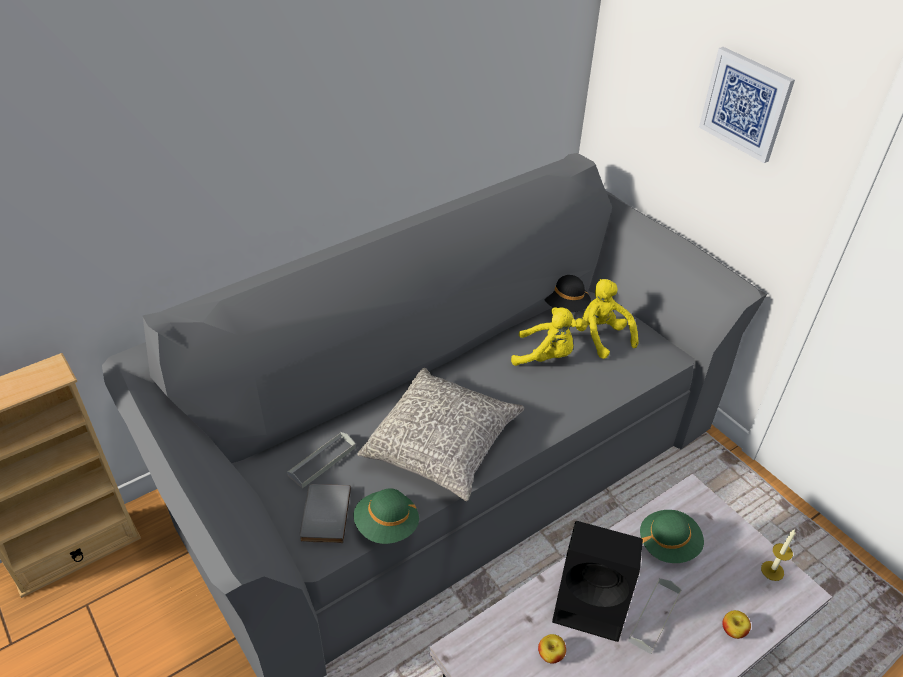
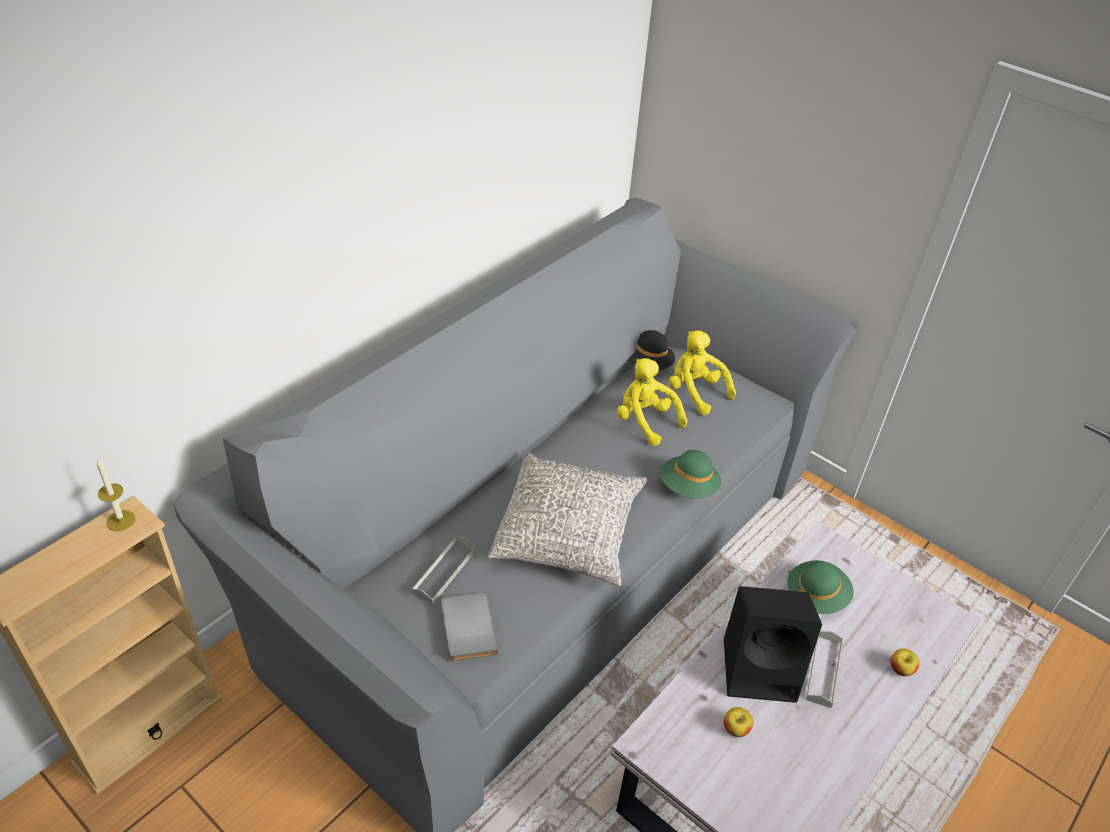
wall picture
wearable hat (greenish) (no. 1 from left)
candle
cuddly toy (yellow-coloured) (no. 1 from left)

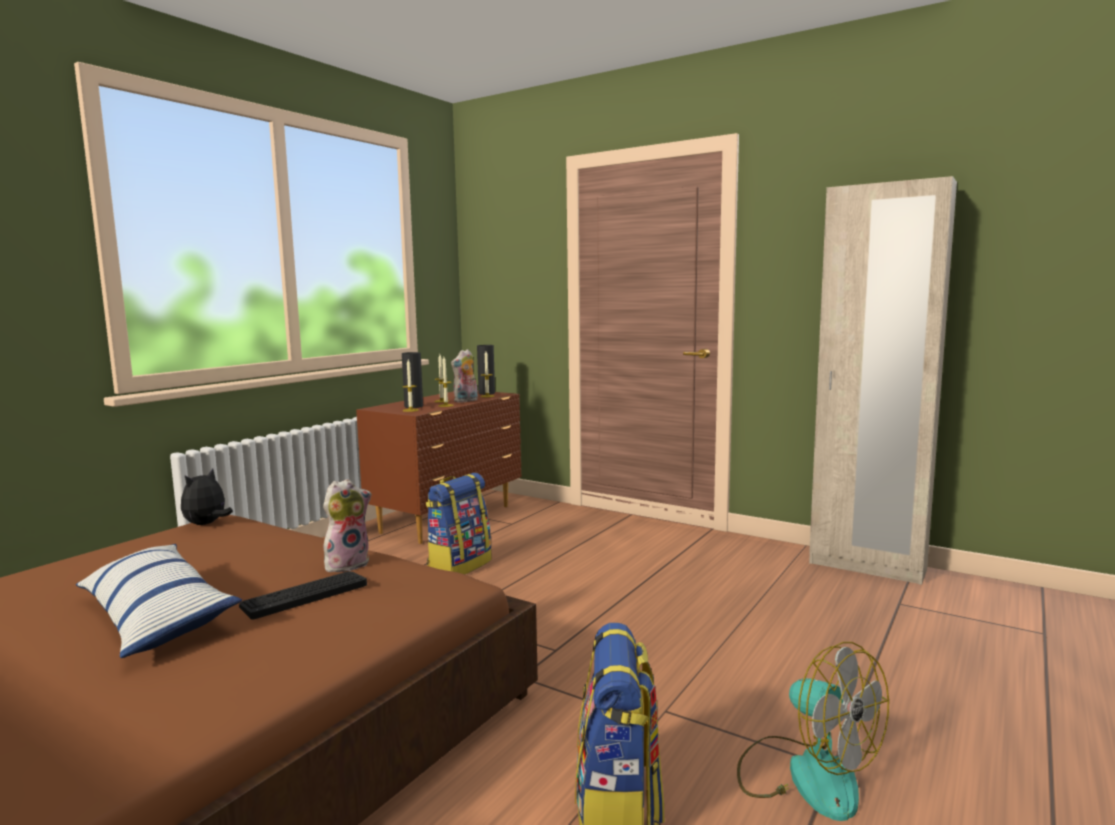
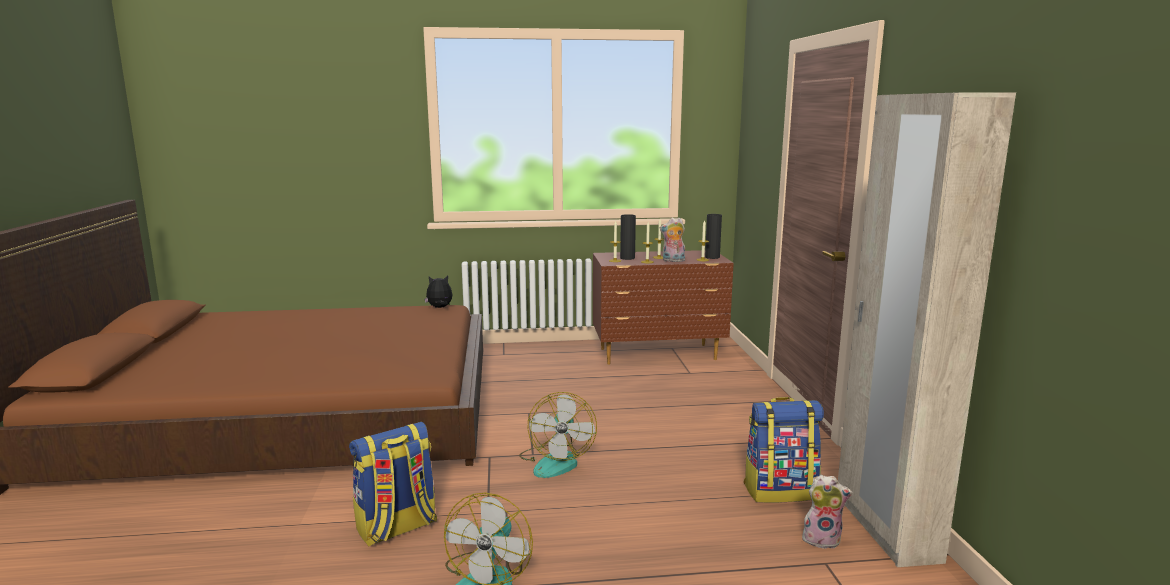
throw pillow
PC keyboard
cooling fan (no. 2 from left)
cuddly toy (no. 3 from left)
rucksack (no. 2 from left)

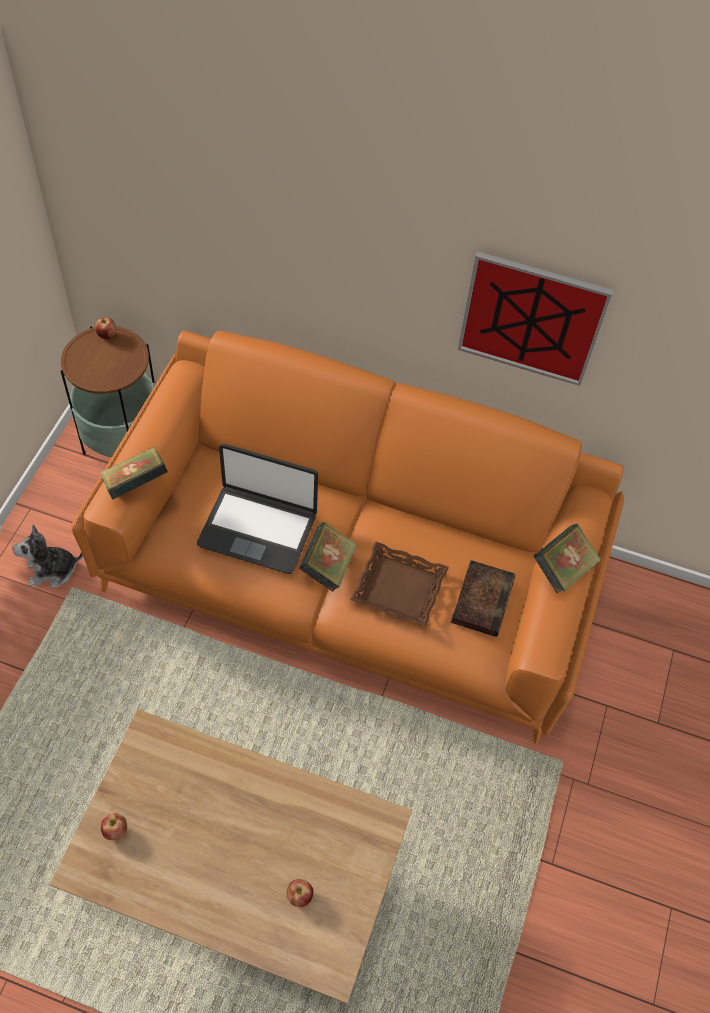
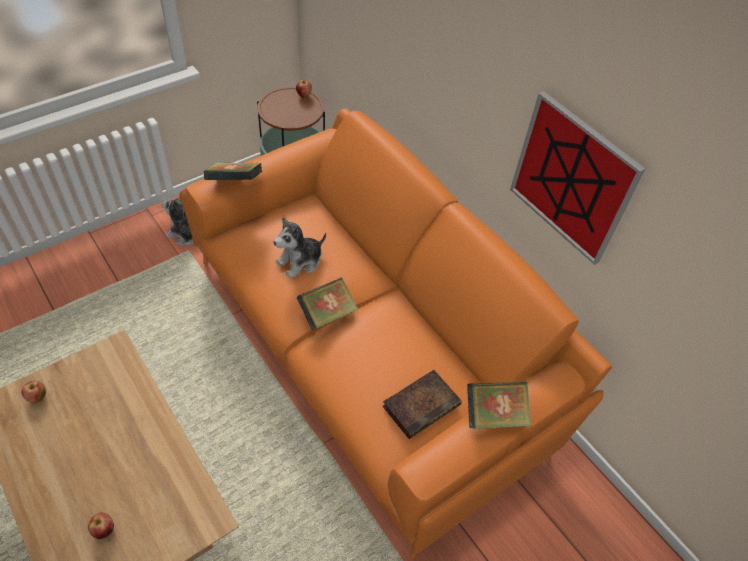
serving tray (brown-coloured)
cuddly toy (no. 2 from left)

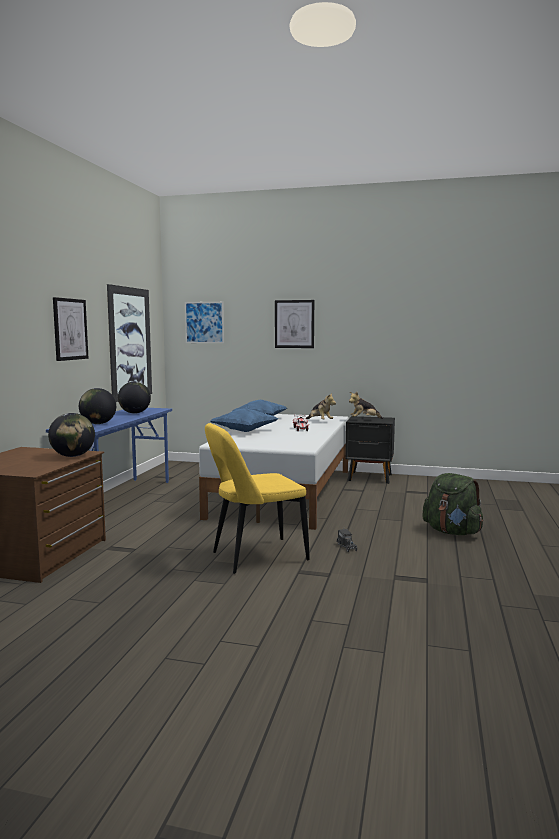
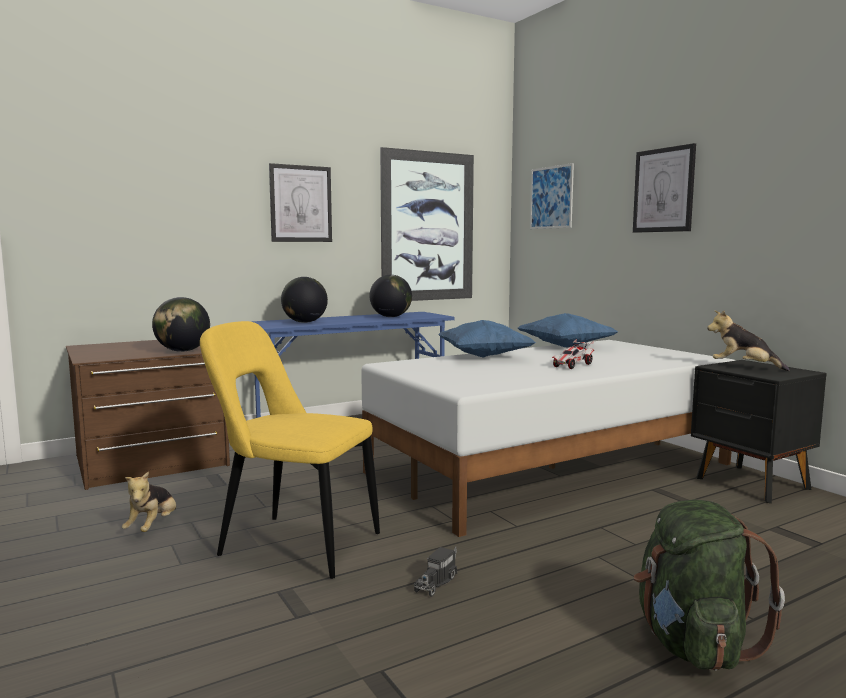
cuddly toy (no. 1 from left)

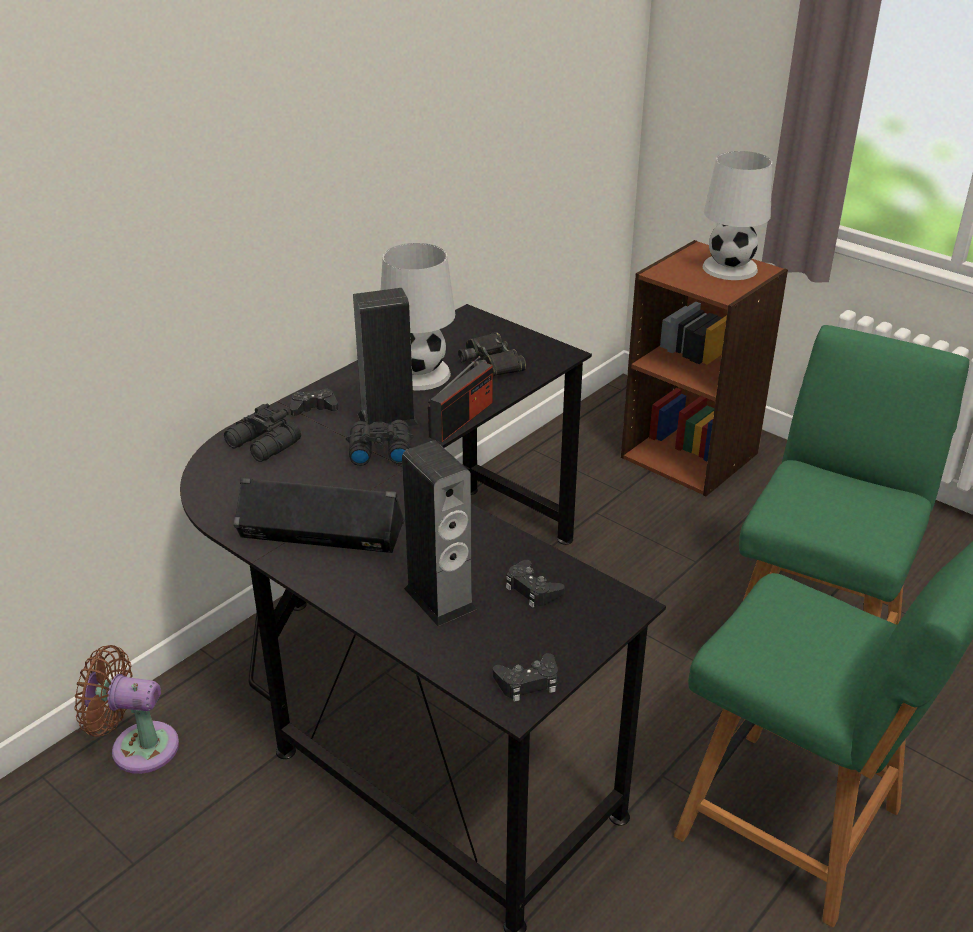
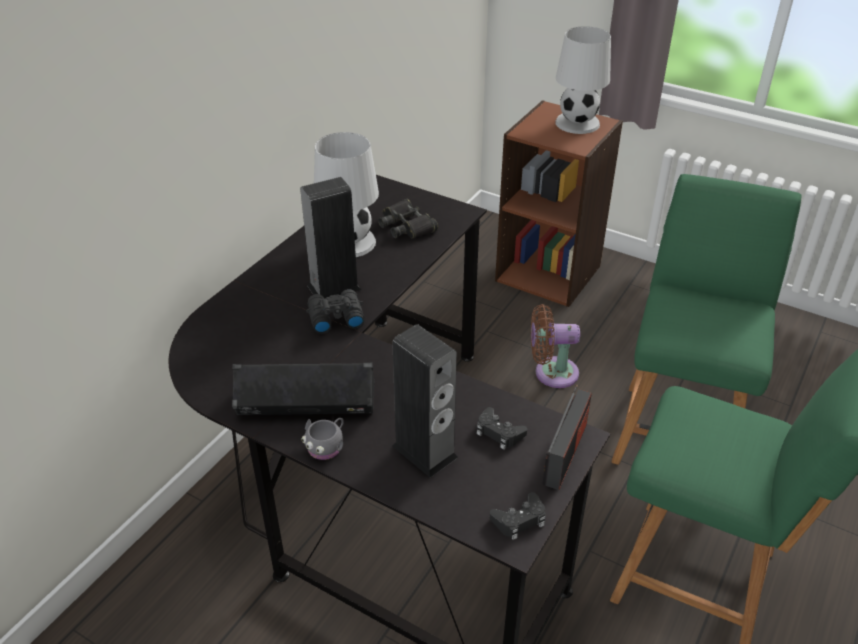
binoculars (blackish) (no. 1 from left in the first image)
game controller (blackish) (no. 1 from left in the first image)
tea mug (greyish)
cooling fan (brown-coloured)
radio

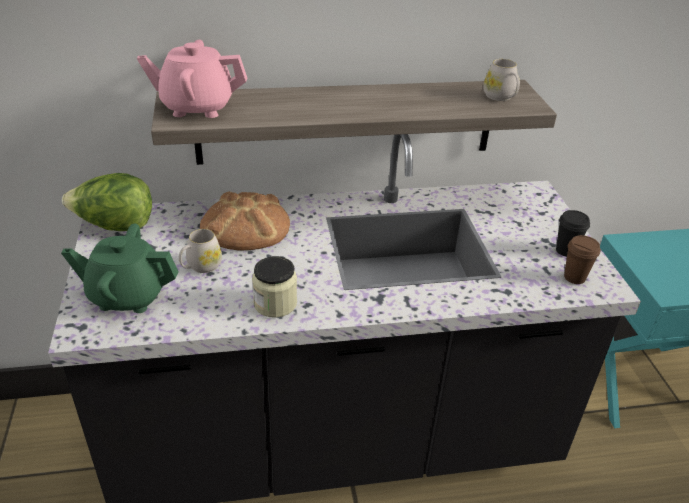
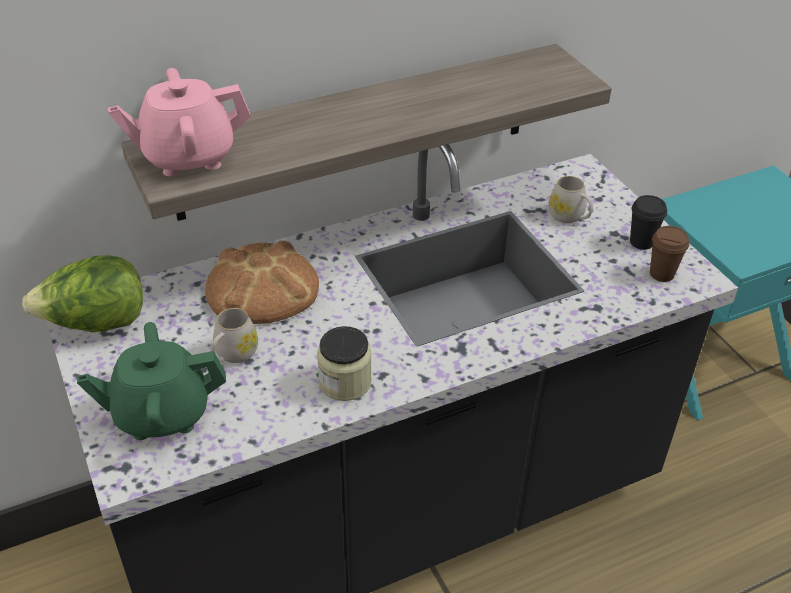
tea mug (whitish) (no. 2 from left)

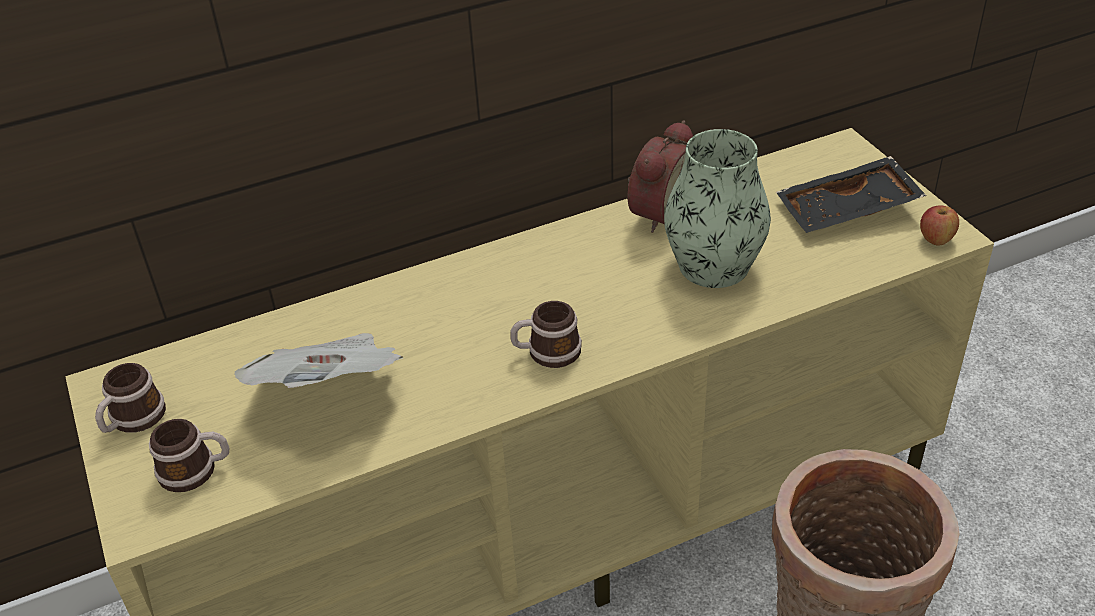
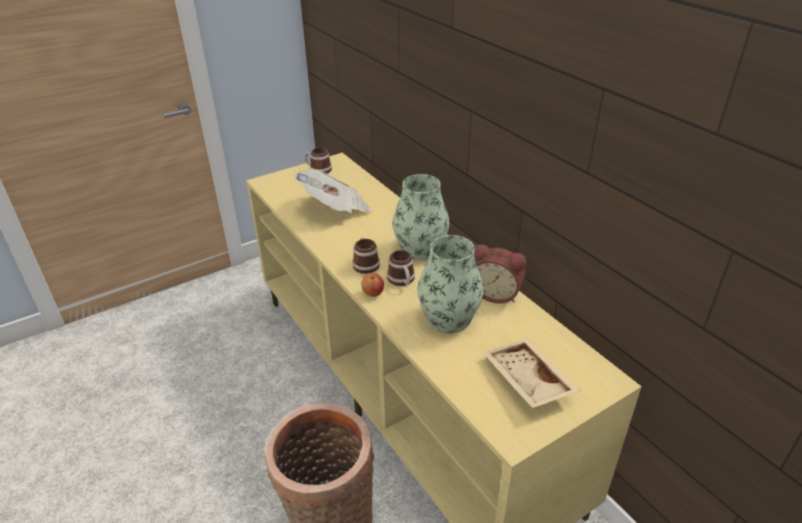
decorative vase (no. 1 from left)
tea mug (no. 3 from left)
whole apple
serving tray (beige-coloured)

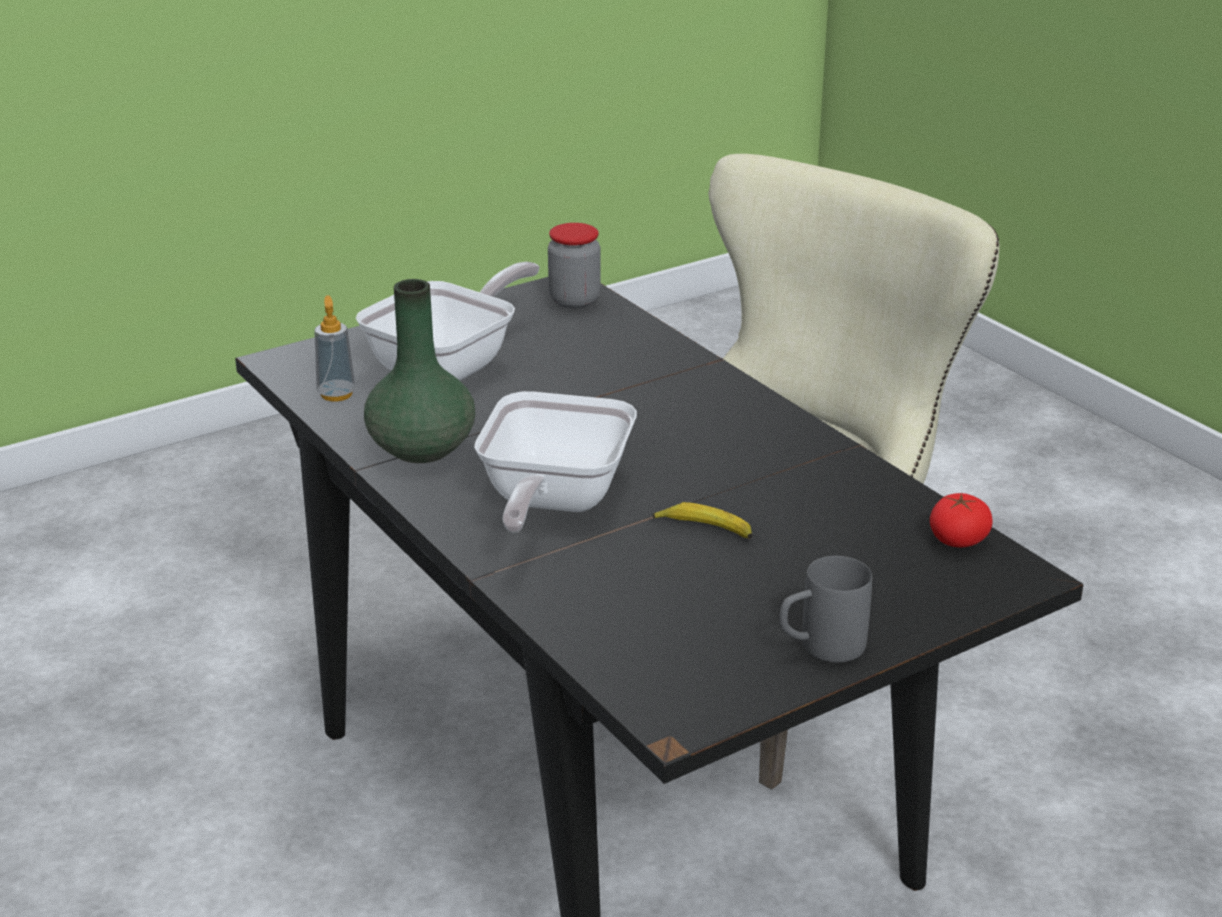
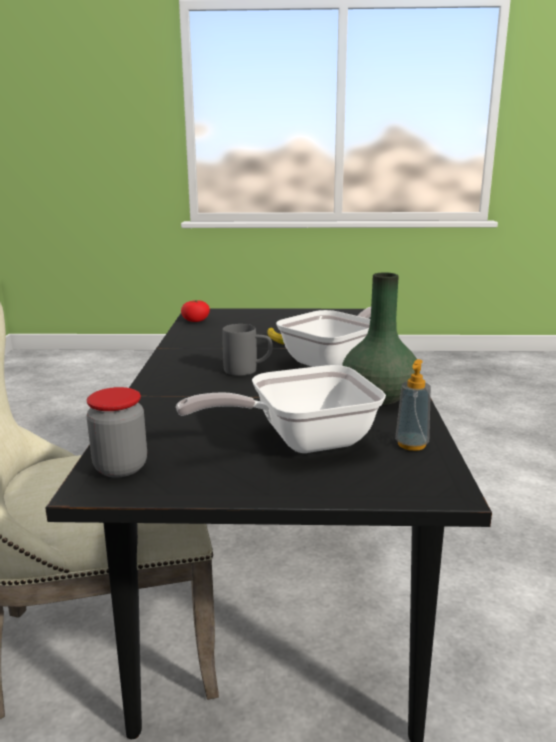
tea mug (greyish)

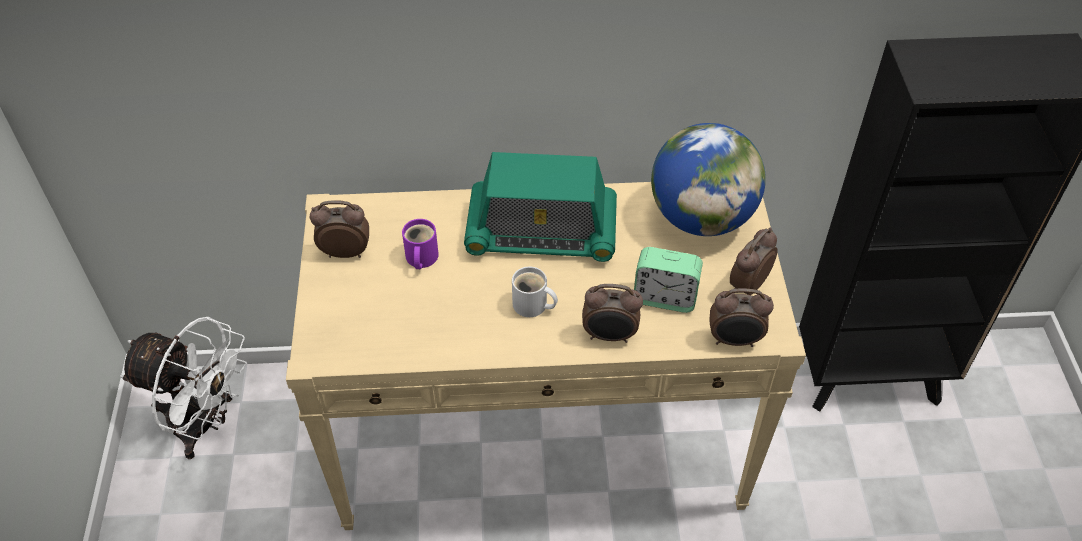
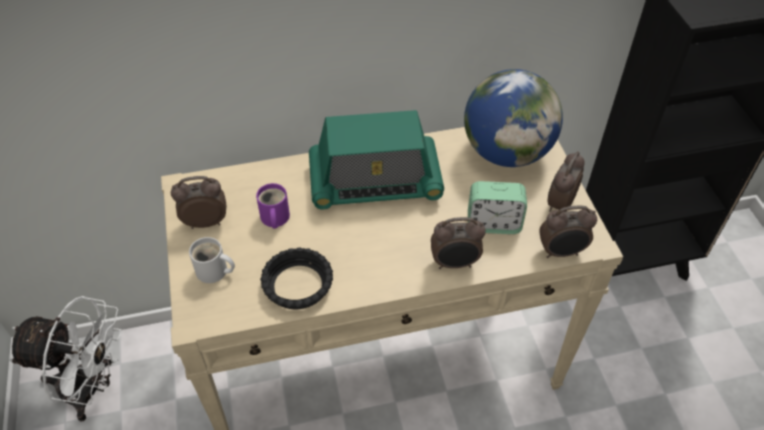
deep dish (blackish)
tea mug (whitish)

